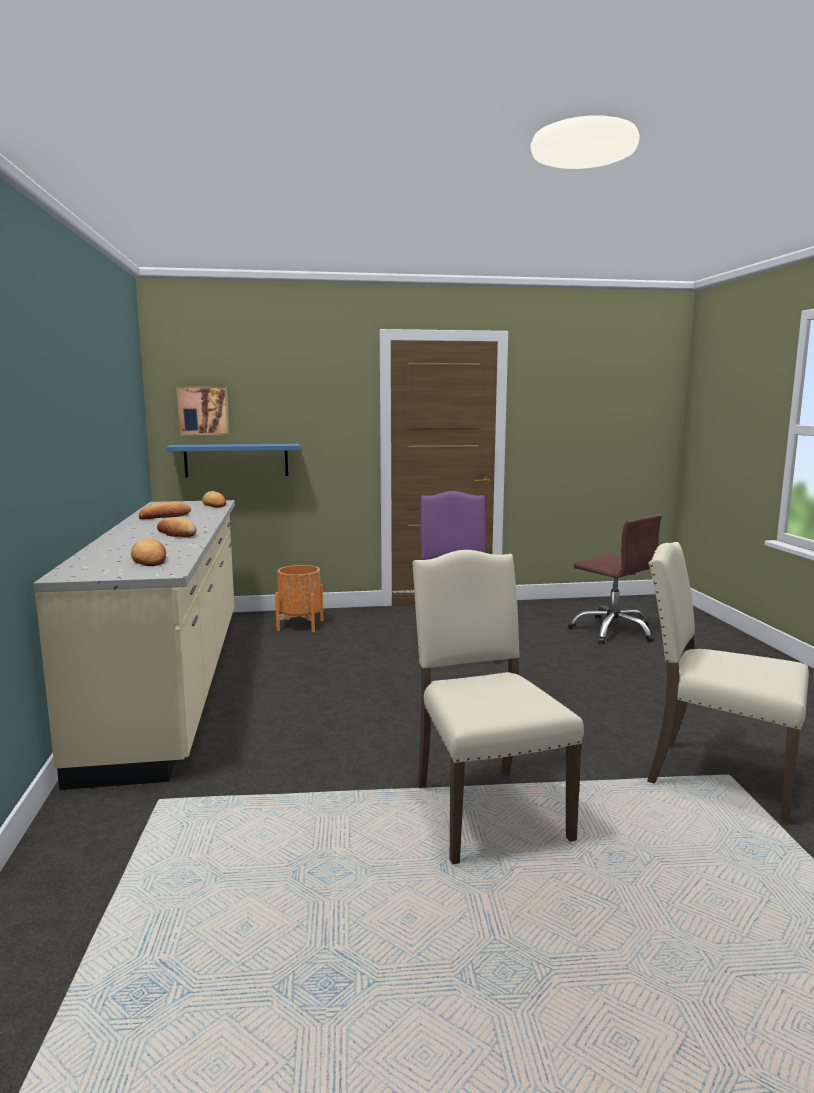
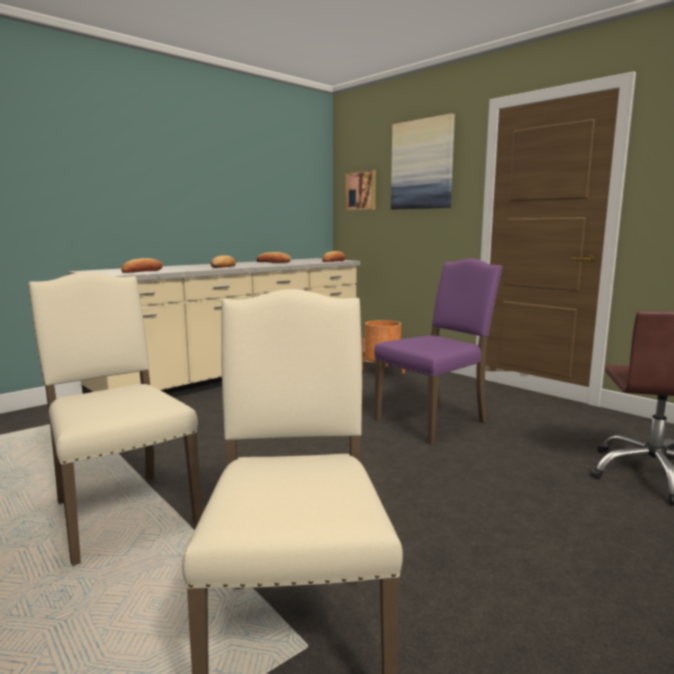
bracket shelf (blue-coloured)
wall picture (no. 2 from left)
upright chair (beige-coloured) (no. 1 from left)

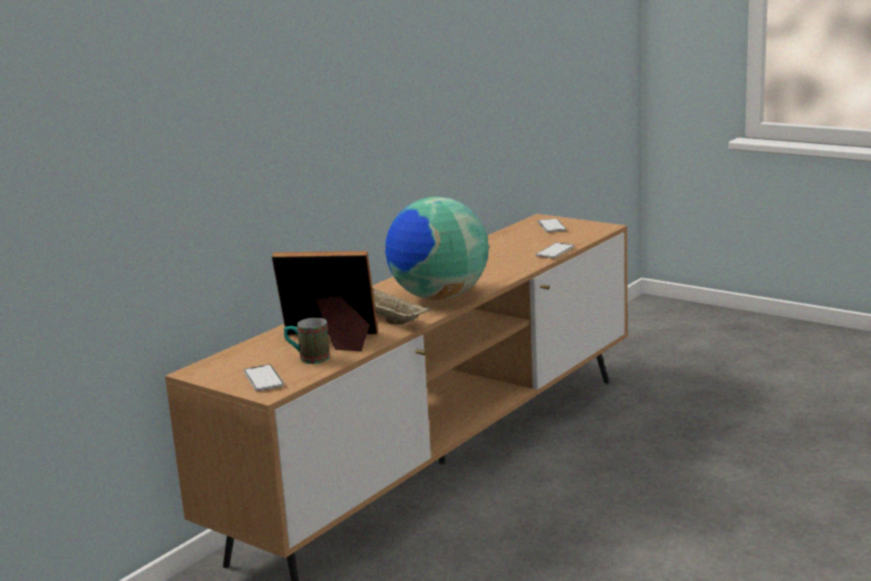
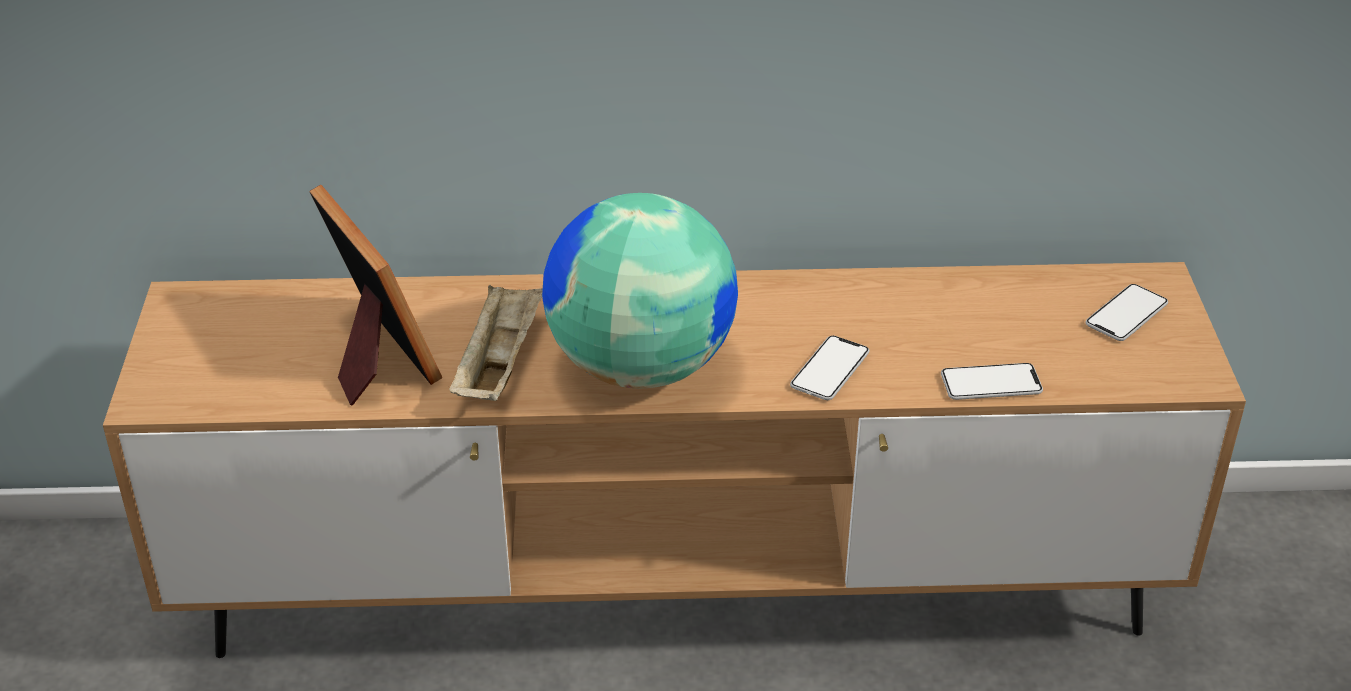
tea mug
handset (no. 1 from left)

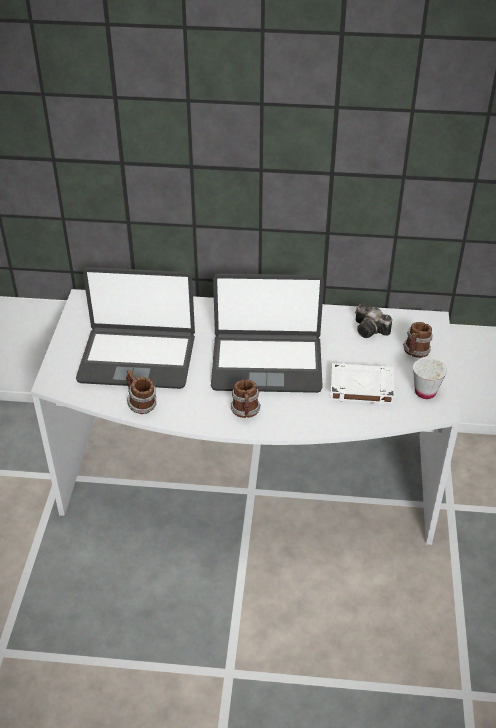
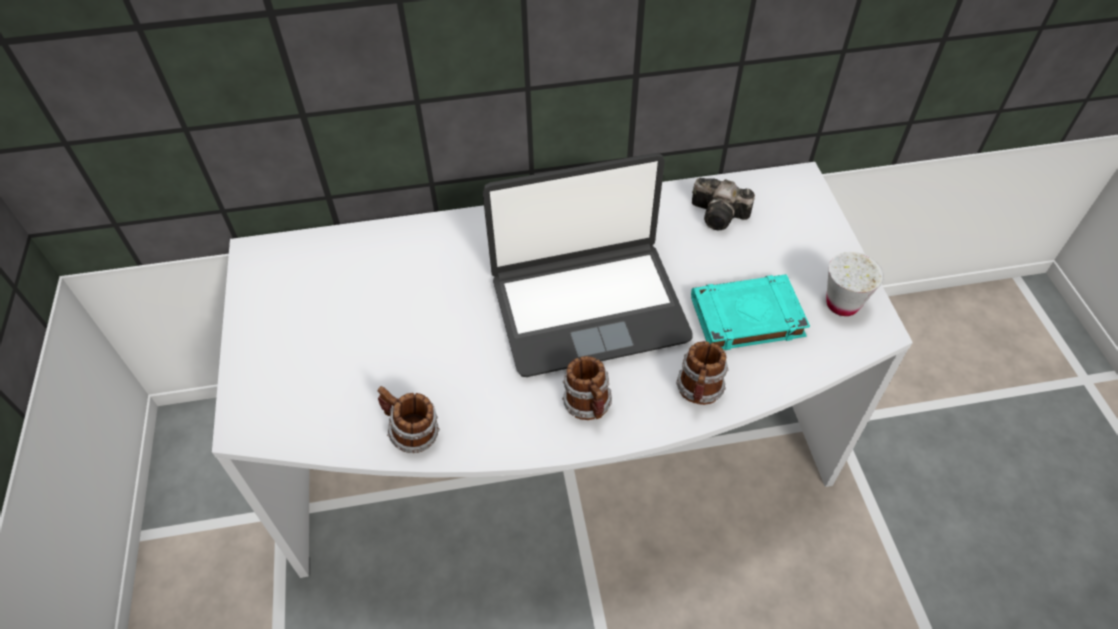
laptop (no. 1 from left in the first image)
tea mug (no. 3 from left)
volume (blue-green)

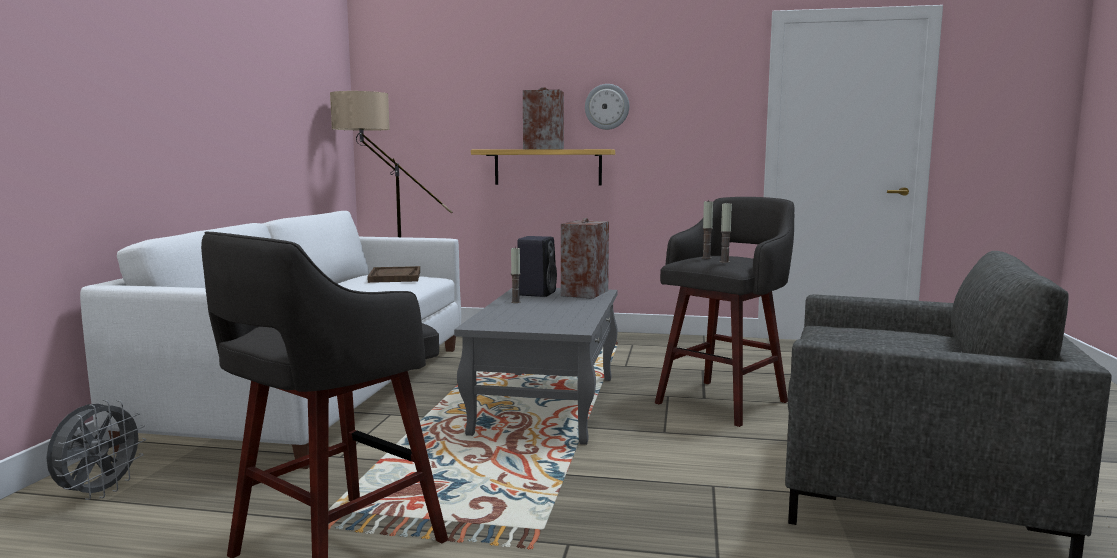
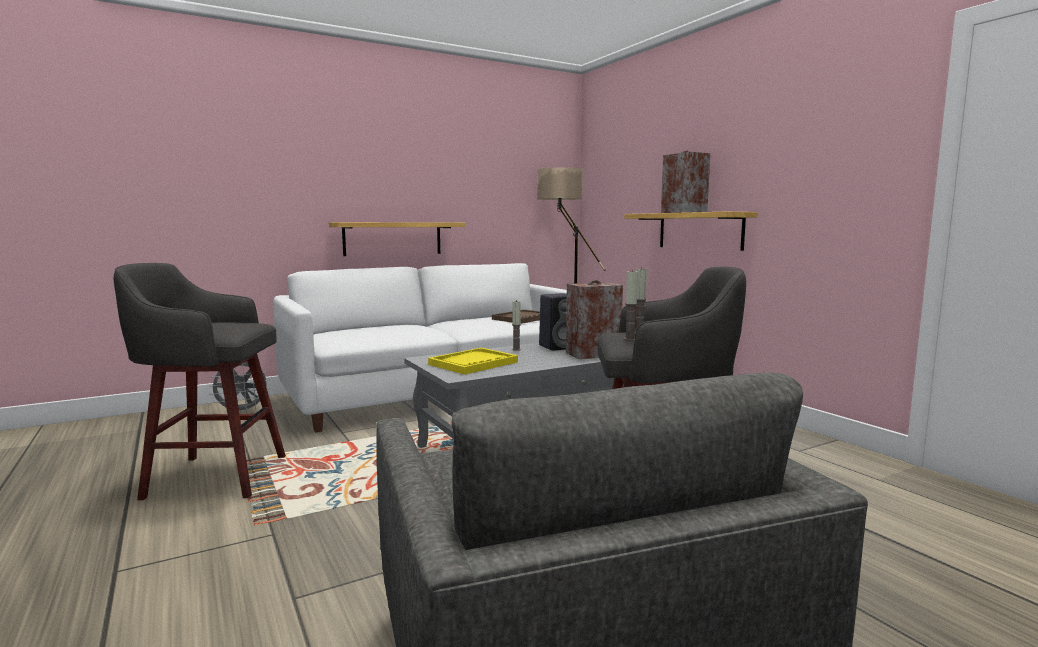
wall clock
bracket shelf (no. 1 from left)
serving tray (yellow-coloured)

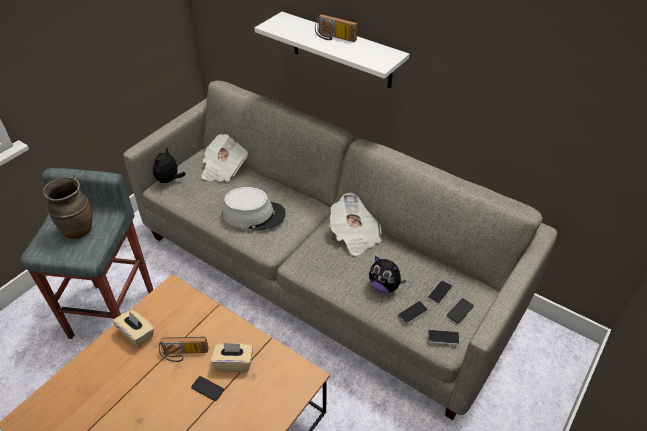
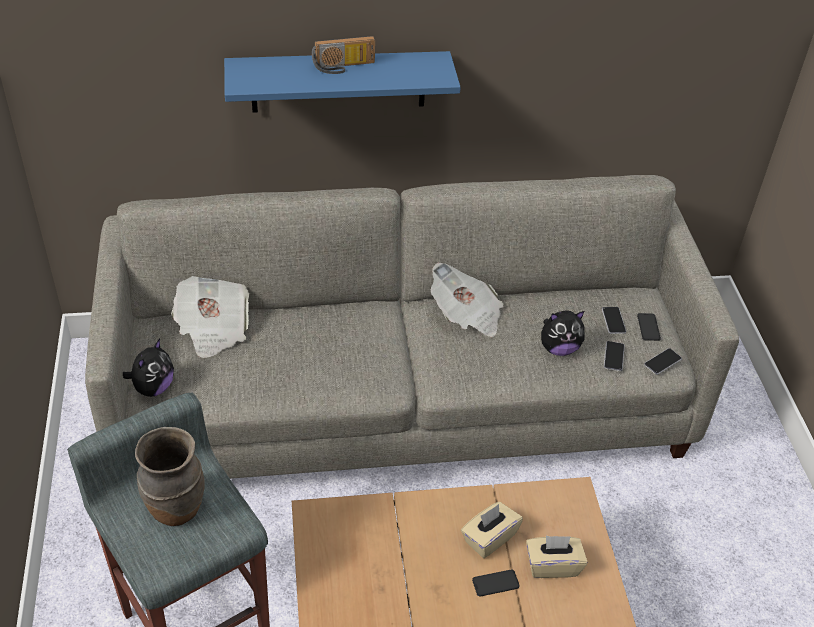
radio (no. 1 from left in the first image)
wearable hat (greyish)
box of tissues (beige-coloured) (no. 2 from left)
bracket shelf (blue-coloured)
cuddly toy (no. 1 from left)

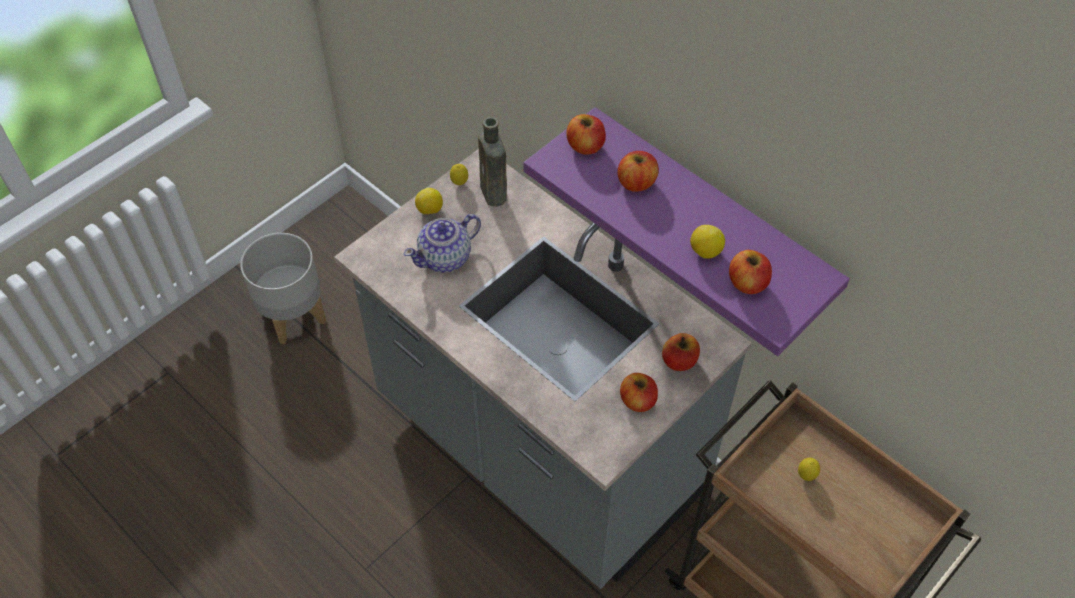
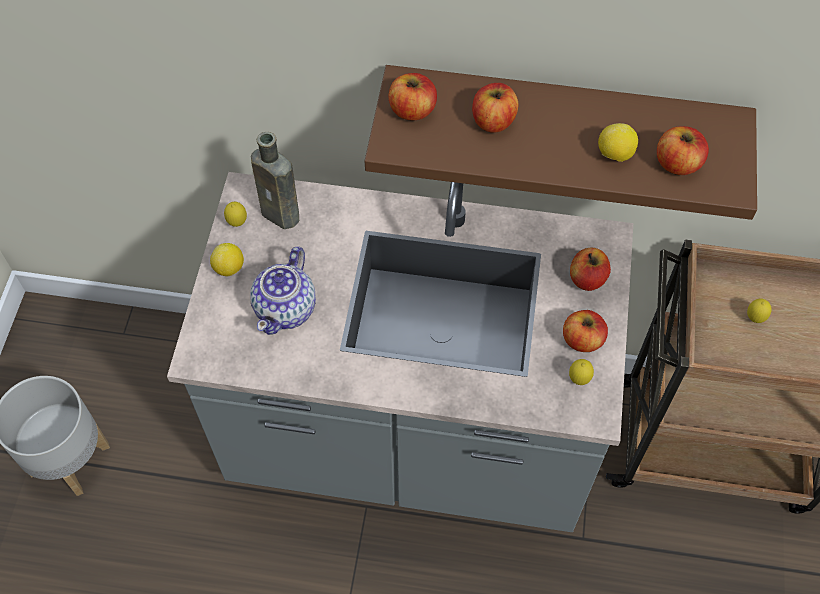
citrus fruit (no. 3 from left)
bracket shelf (brown-coloured)

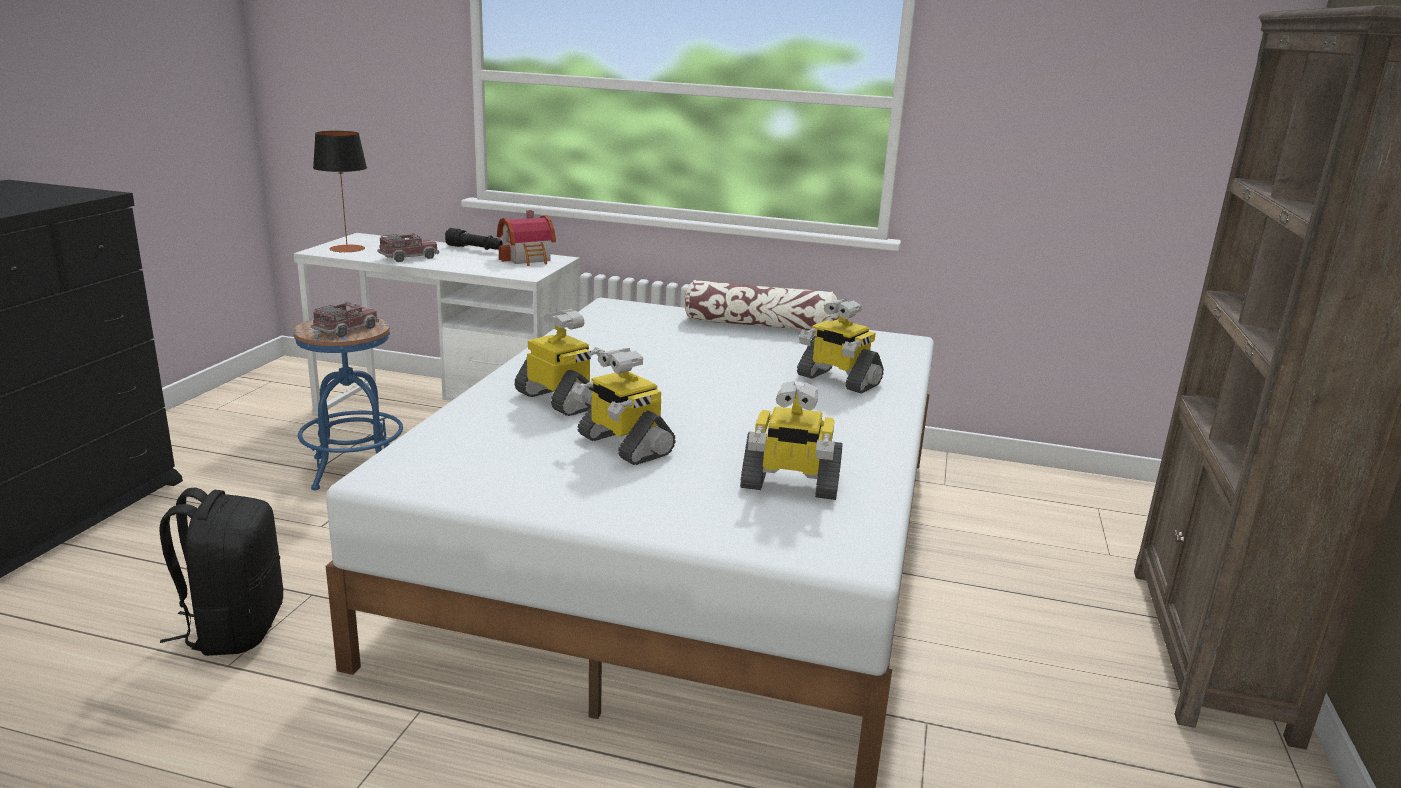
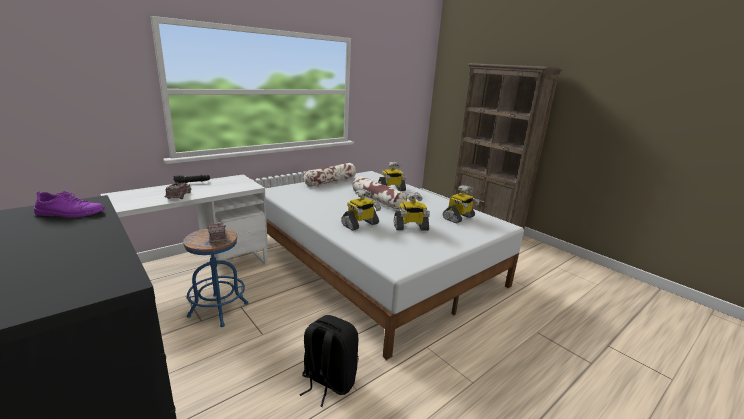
lamp for a table
model house
item of footwear (purplish)
throw pillow (no. 2 from left)
toy robot (no. 1 from left)

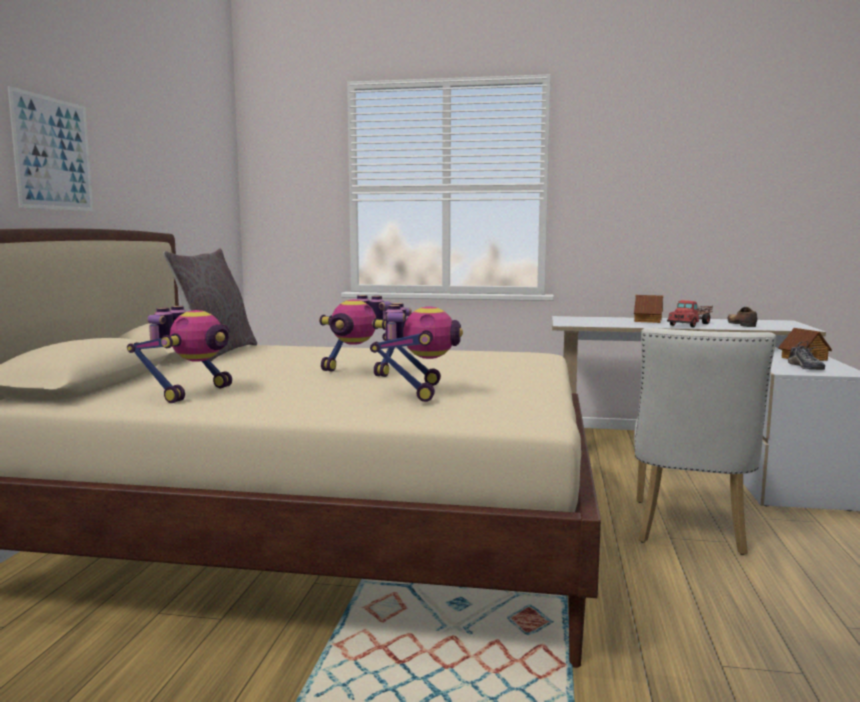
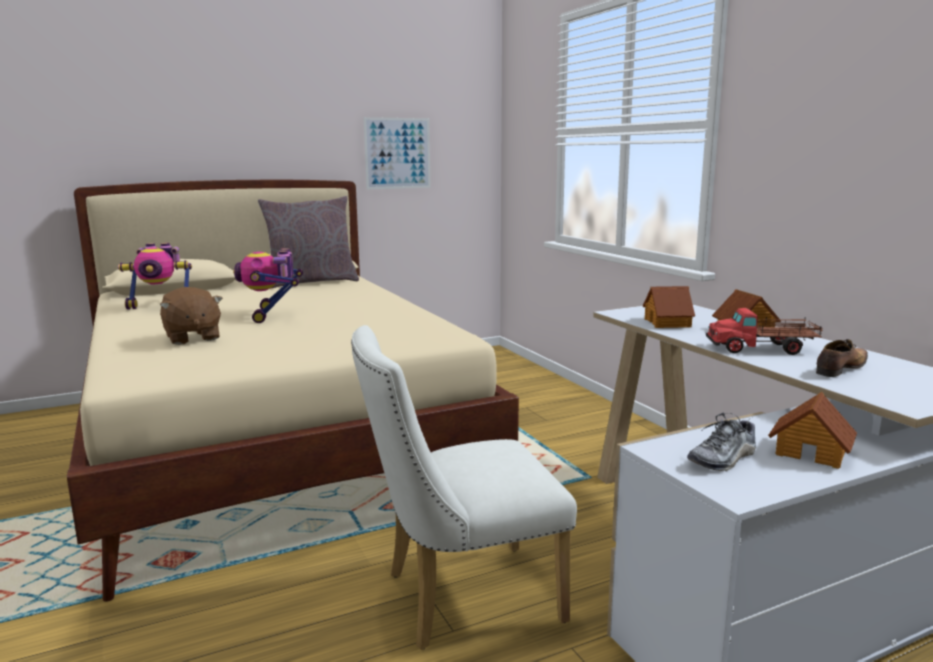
model house (no. 1 from left)
wall picture
cuddly toy (brown-coloured)

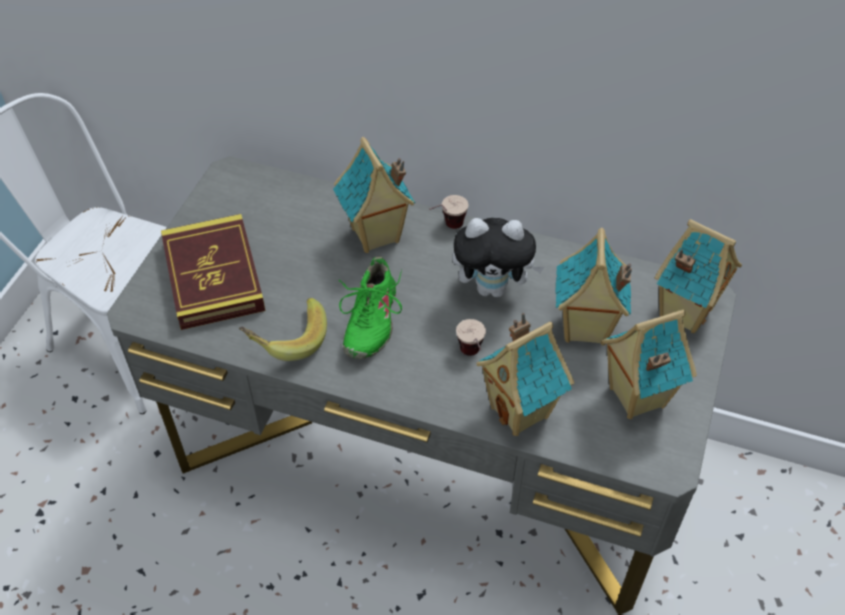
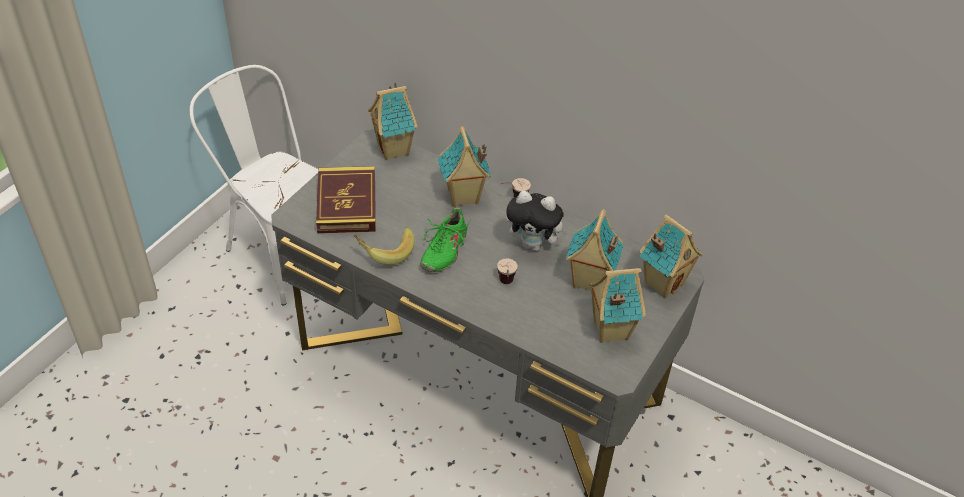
model house (no. 1 from left)

